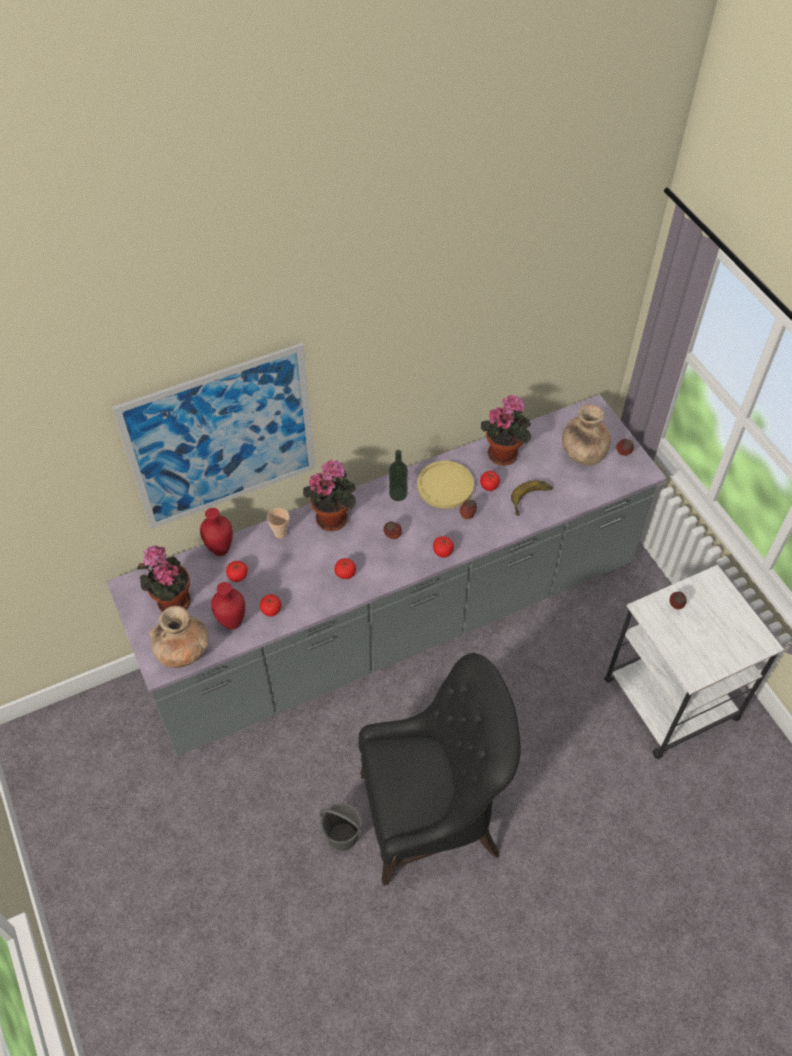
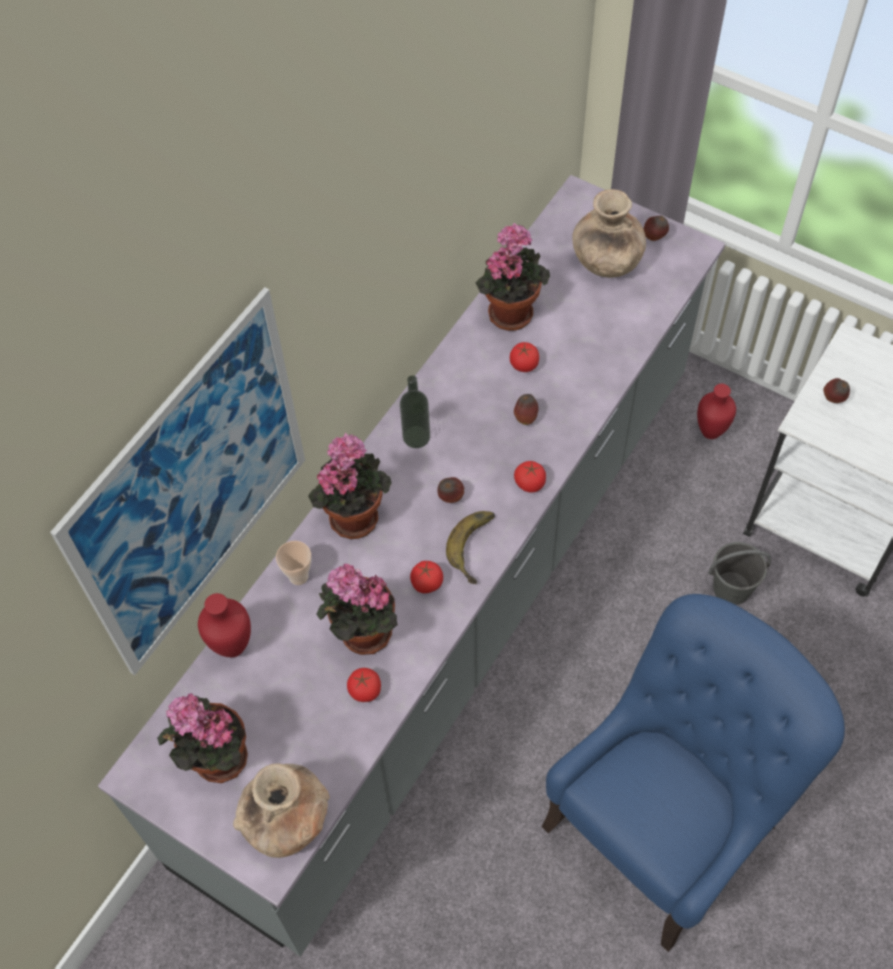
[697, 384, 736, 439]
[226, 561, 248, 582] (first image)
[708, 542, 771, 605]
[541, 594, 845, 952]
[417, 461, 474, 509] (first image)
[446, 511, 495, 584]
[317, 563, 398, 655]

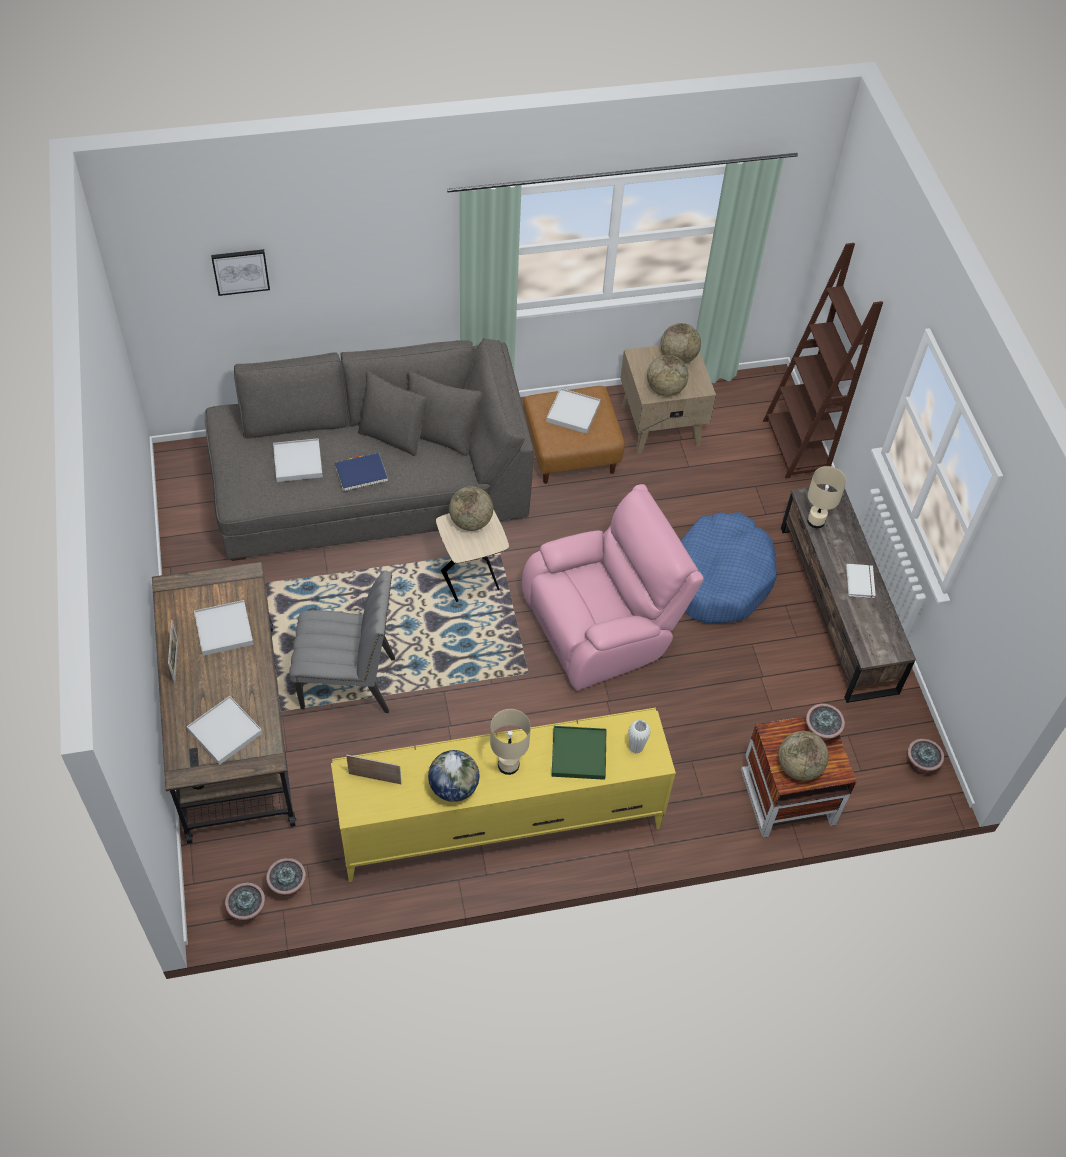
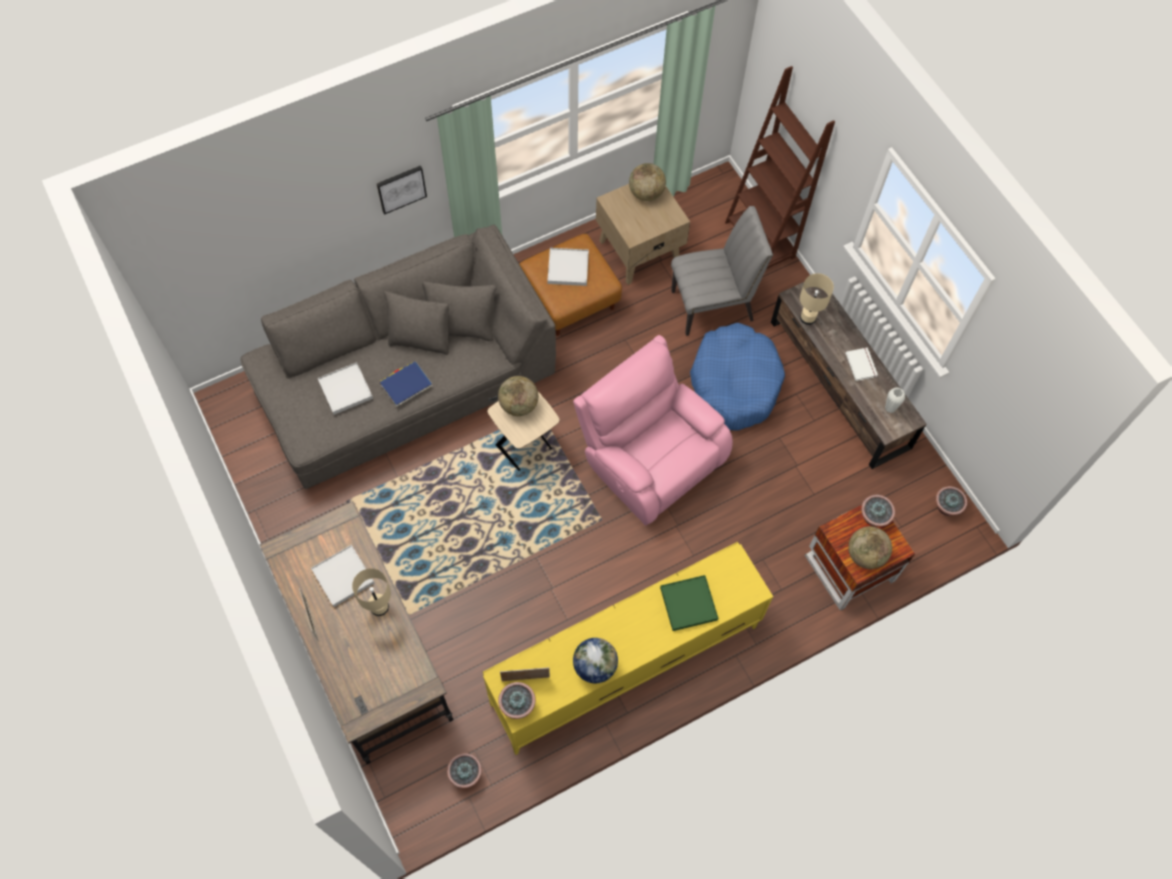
[187, 696, 263, 765] (first image)
[377, 165, 427, 215]
[498, 682, 536, 719]
[671, 206, 773, 336]
[352, 568, 391, 616]
[573, 335, 733, 526]
[885, 387, 905, 413]
[647, 355, 688, 397] (first image)

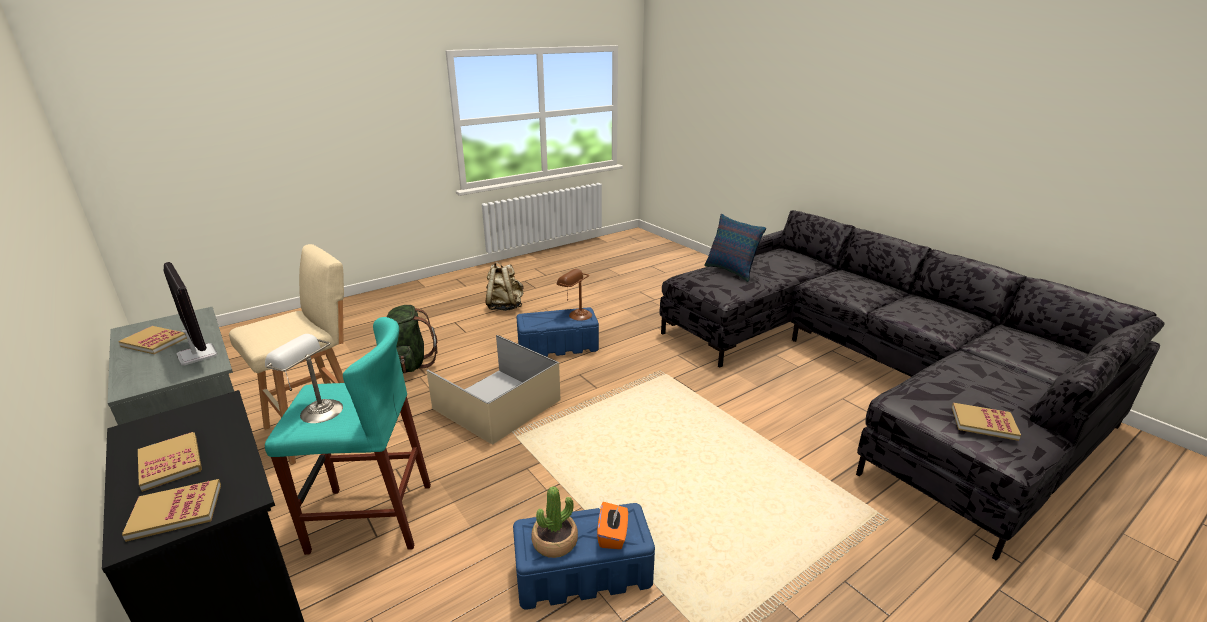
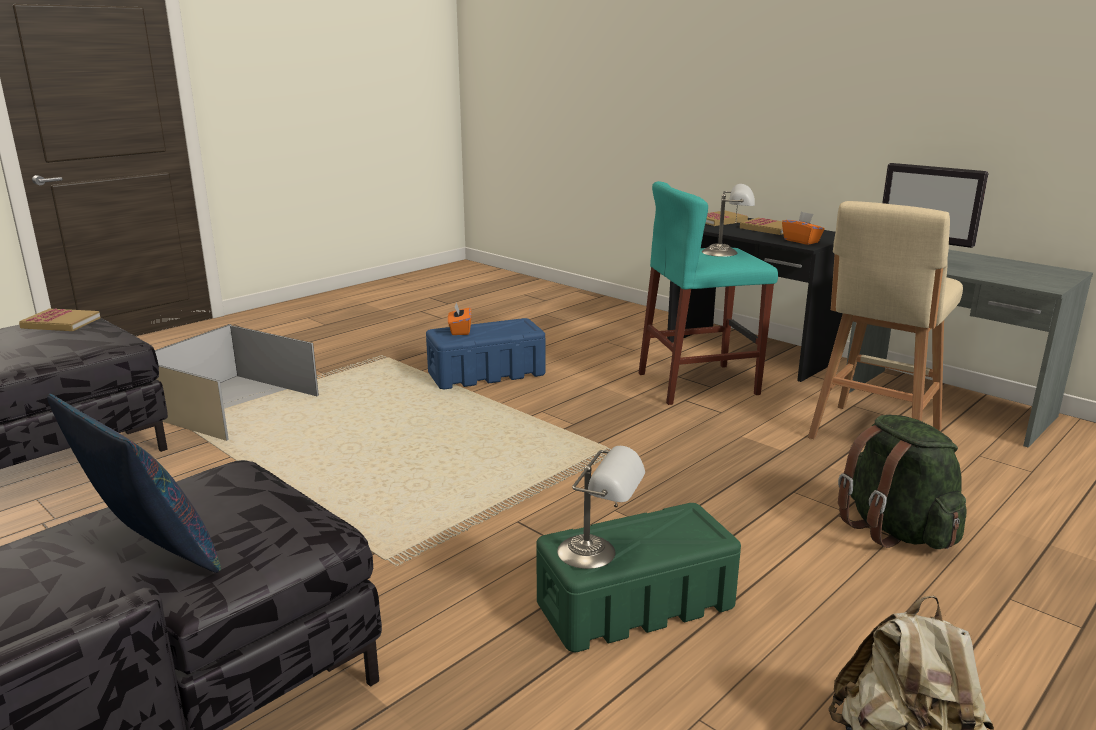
[118, 326, 187, 354] (first image)
[155, 324, 319, 441]
[536, 503, 741, 652]
[531, 486, 578, 558] (first image)
[557, 446, 645, 569]
[782, 212, 825, 245]

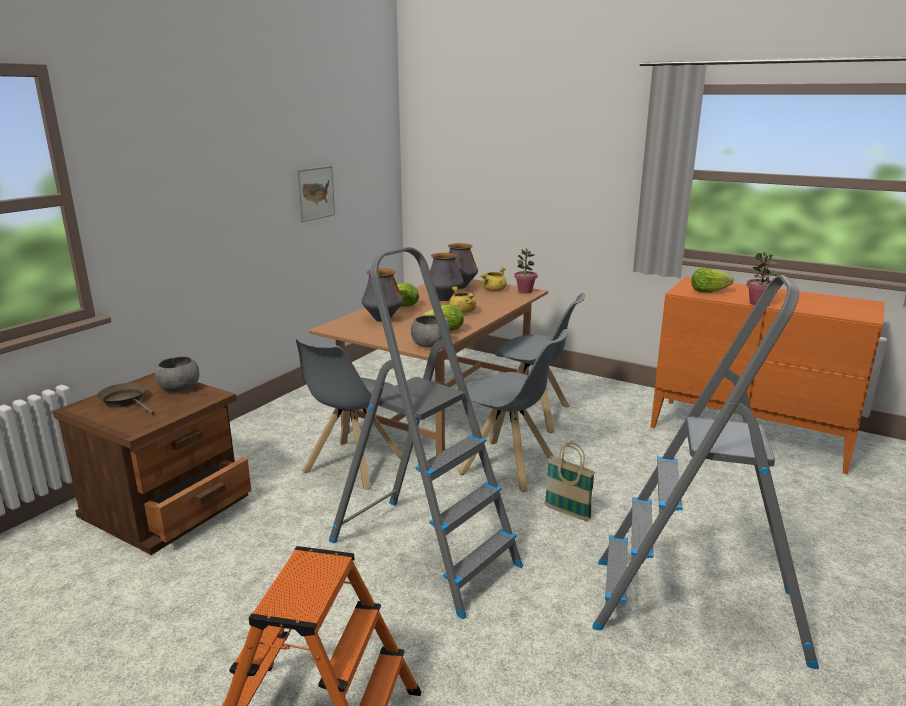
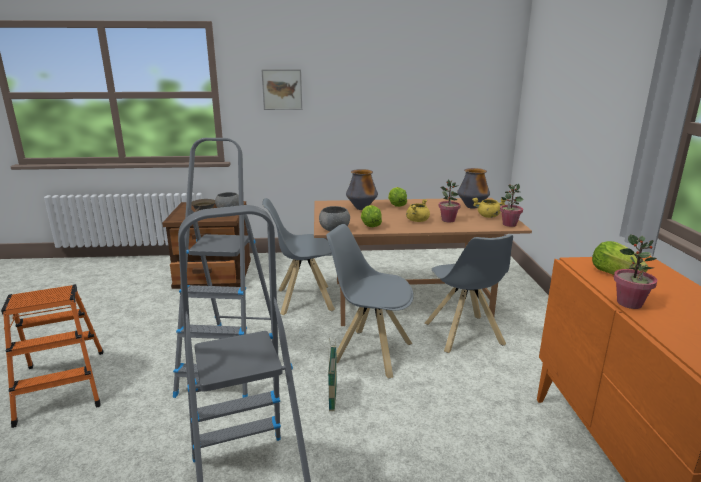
[261, 69, 302, 110]
[430, 253, 464, 301] (first image)
[326, 224, 414, 379]
[438, 180, 461, 222]

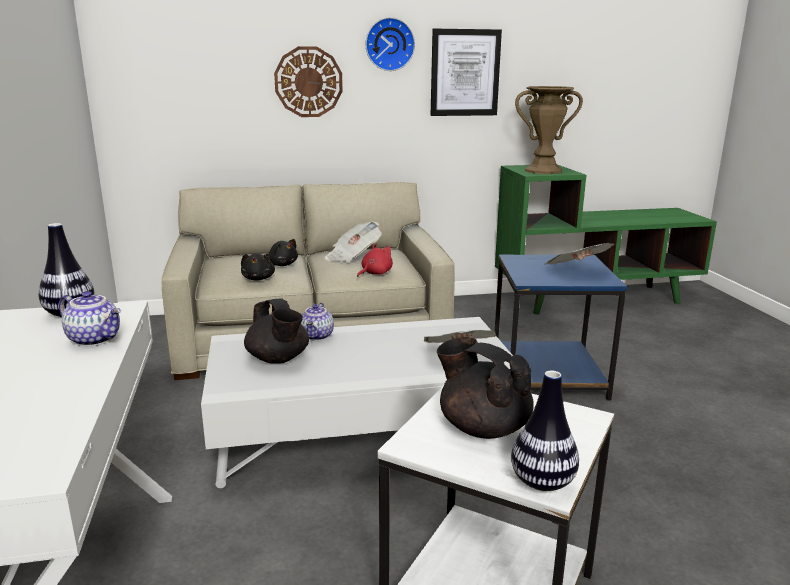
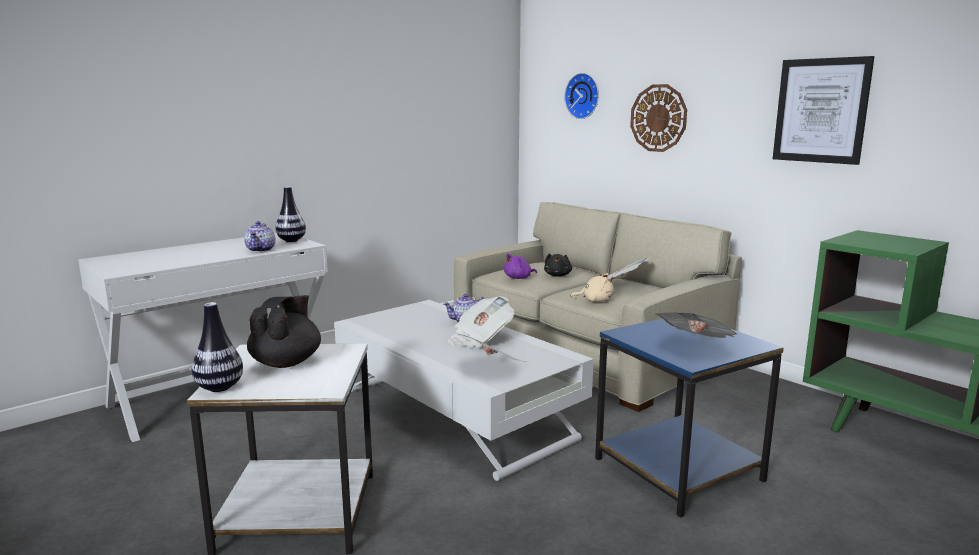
[504, 254, 537, 279]
[244, 299, 309, 364] (first image)
[571, 273, 614, 302]
[564, 73, 599, 119]
[515, 86, 583, 174] (first image)
[447, 296, 515, 347]

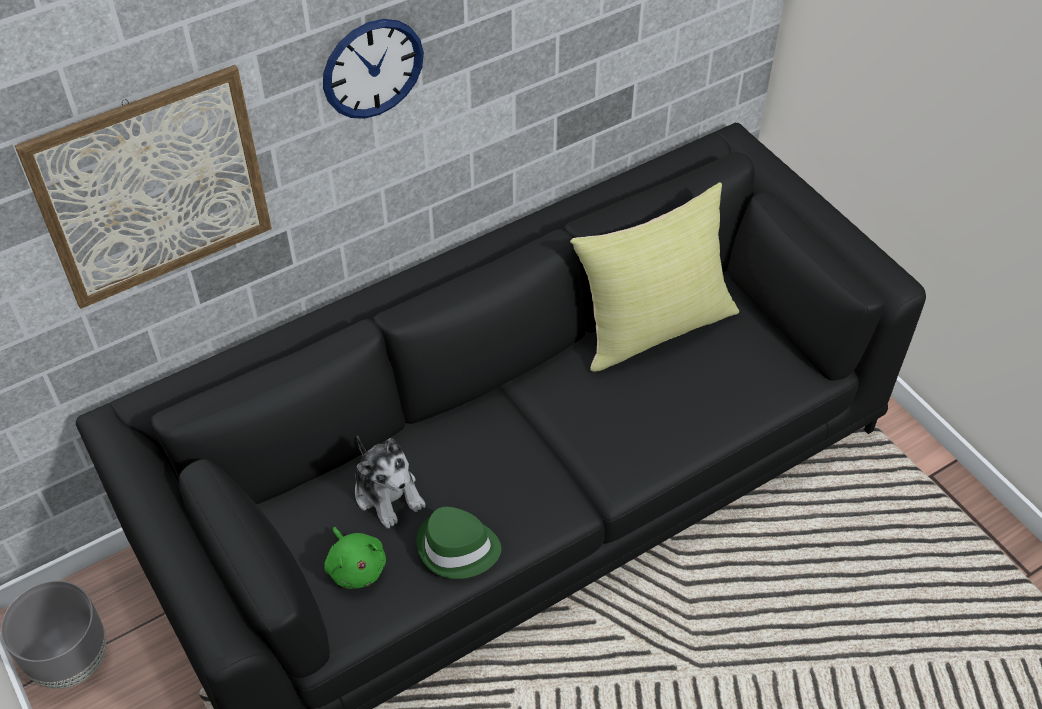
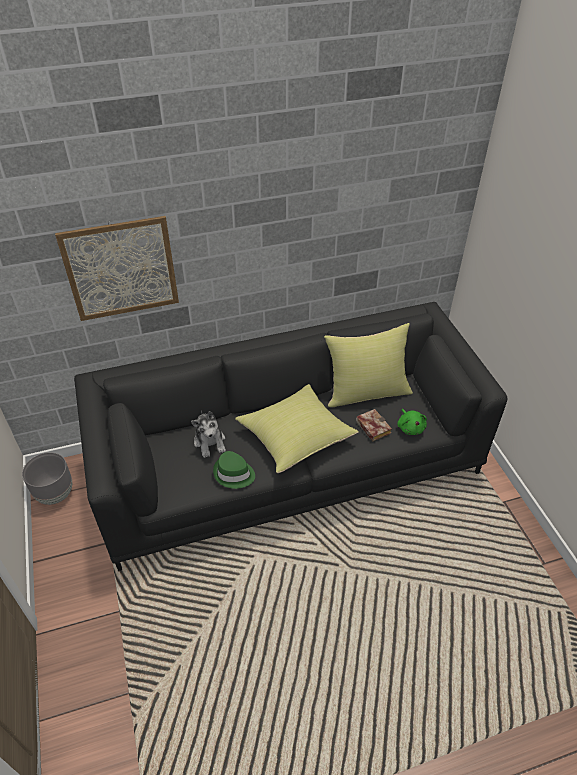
[323, 19, 424, 119] (first image)
[397, 409, 427, 435]
[235, 384, 359, 473]
[356, 409, 392, 441]

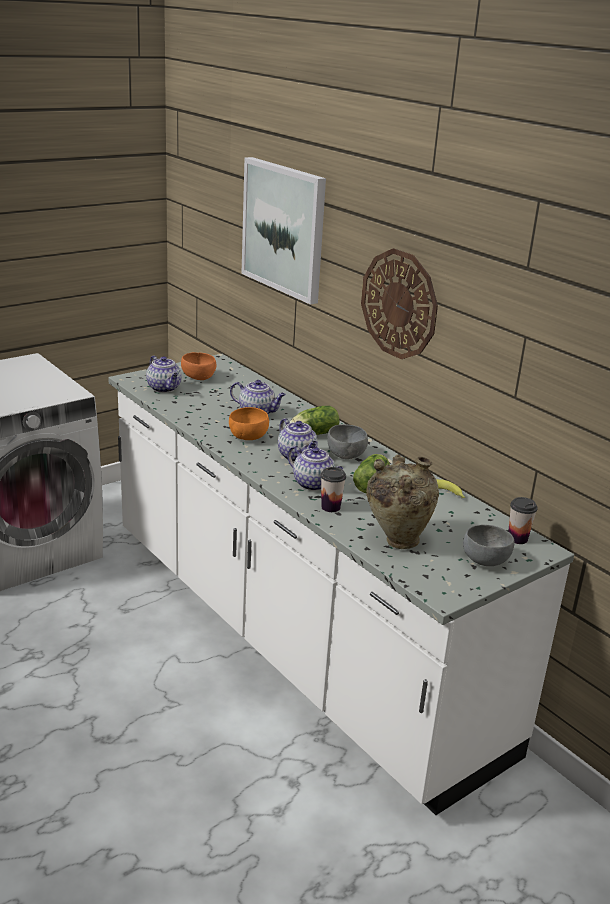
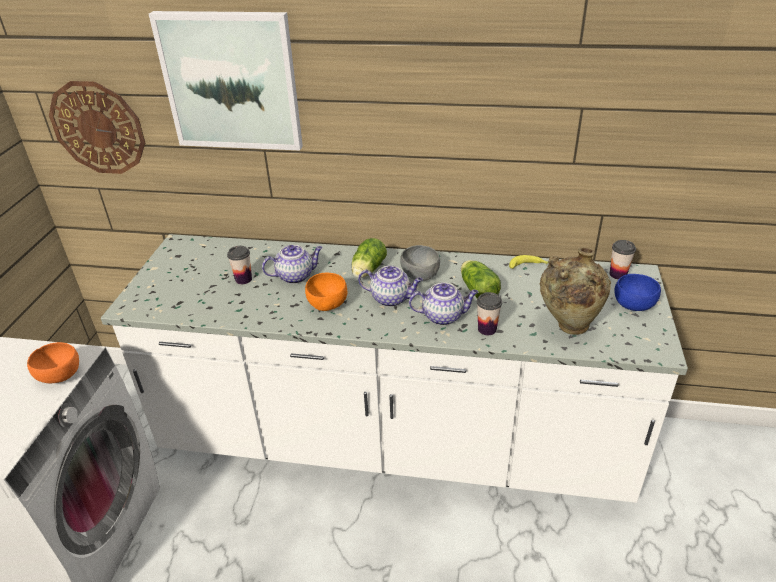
[146, 355, 182, 393] (first image)
[27, 342, 79, 383]
[49, 81, 145, 174]
[614, 274, 661, 311]
[227, 246, 252, 284]

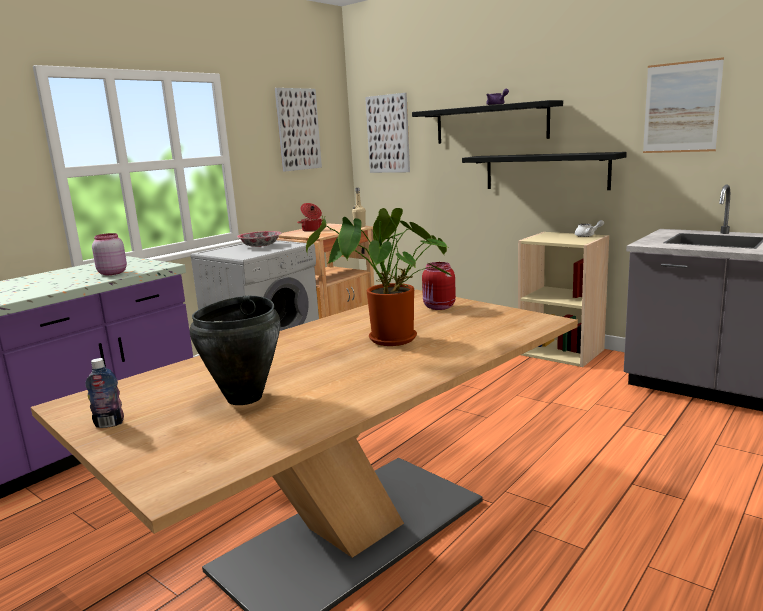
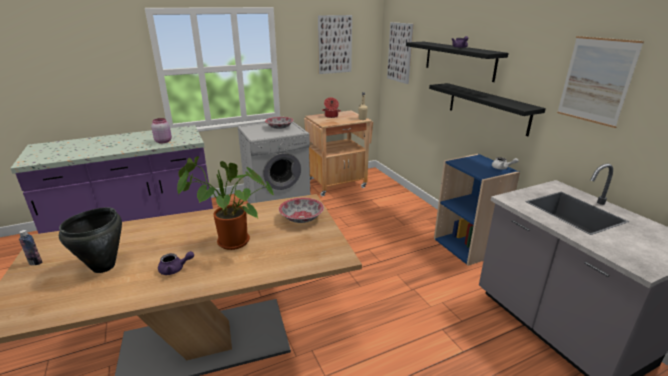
[279, 198, 324, 223]
[434, 154, 520, 266]
[158, 251, 194, 275]

